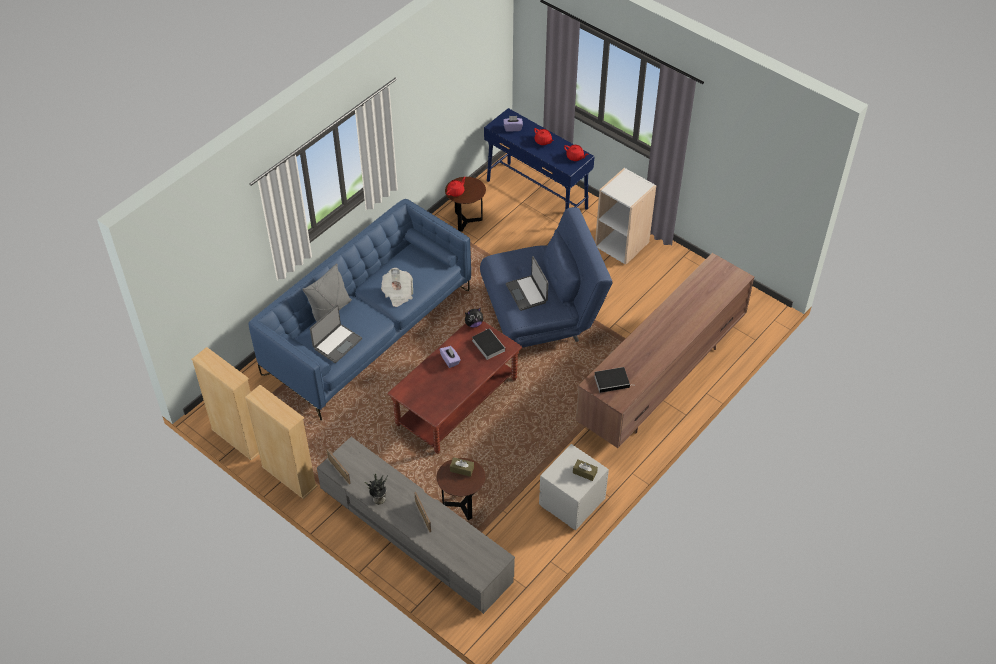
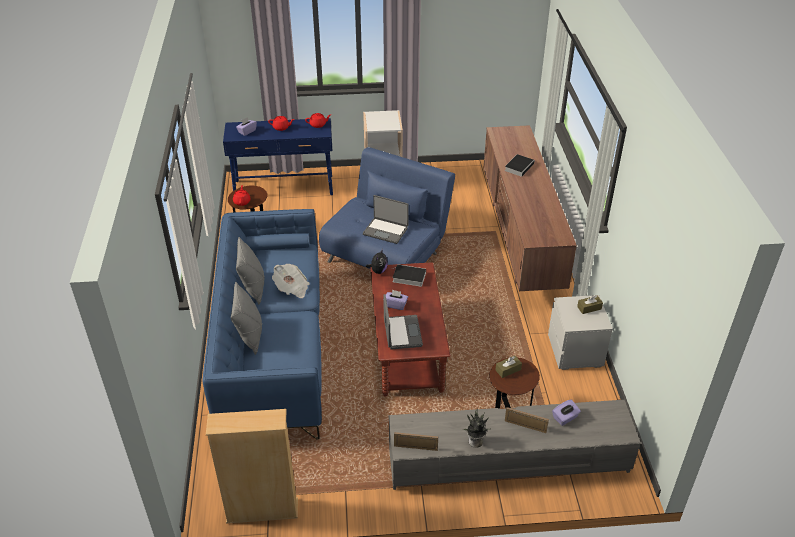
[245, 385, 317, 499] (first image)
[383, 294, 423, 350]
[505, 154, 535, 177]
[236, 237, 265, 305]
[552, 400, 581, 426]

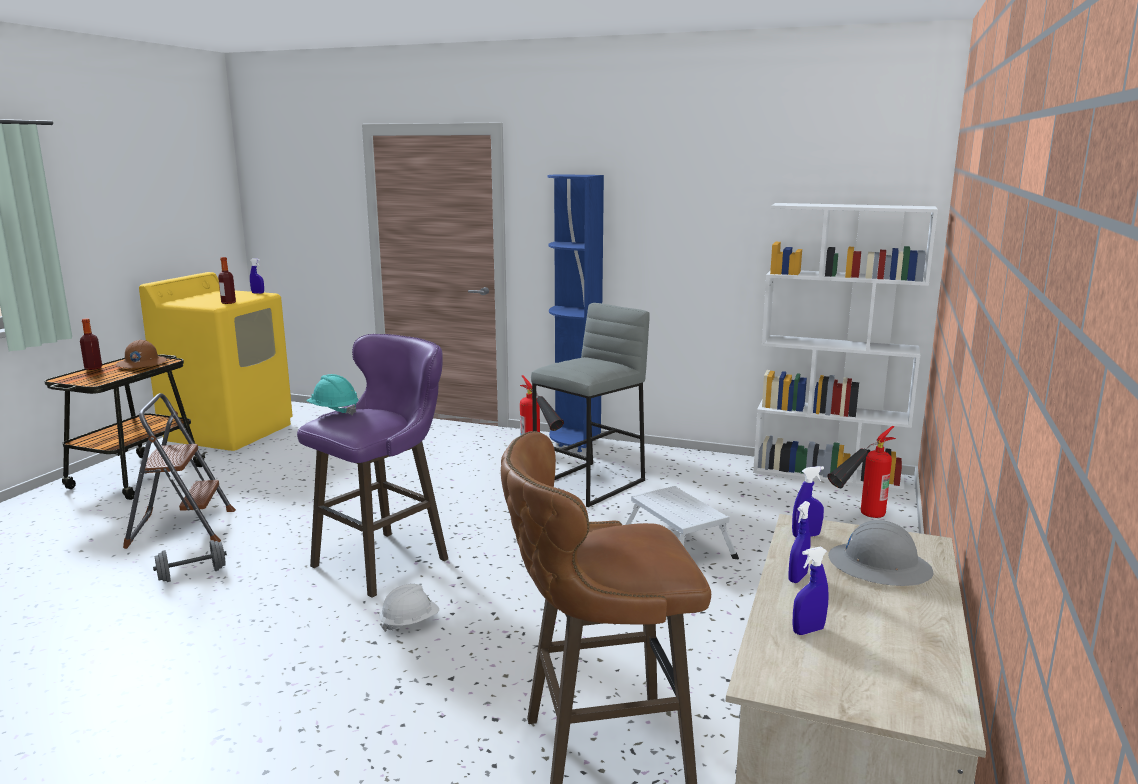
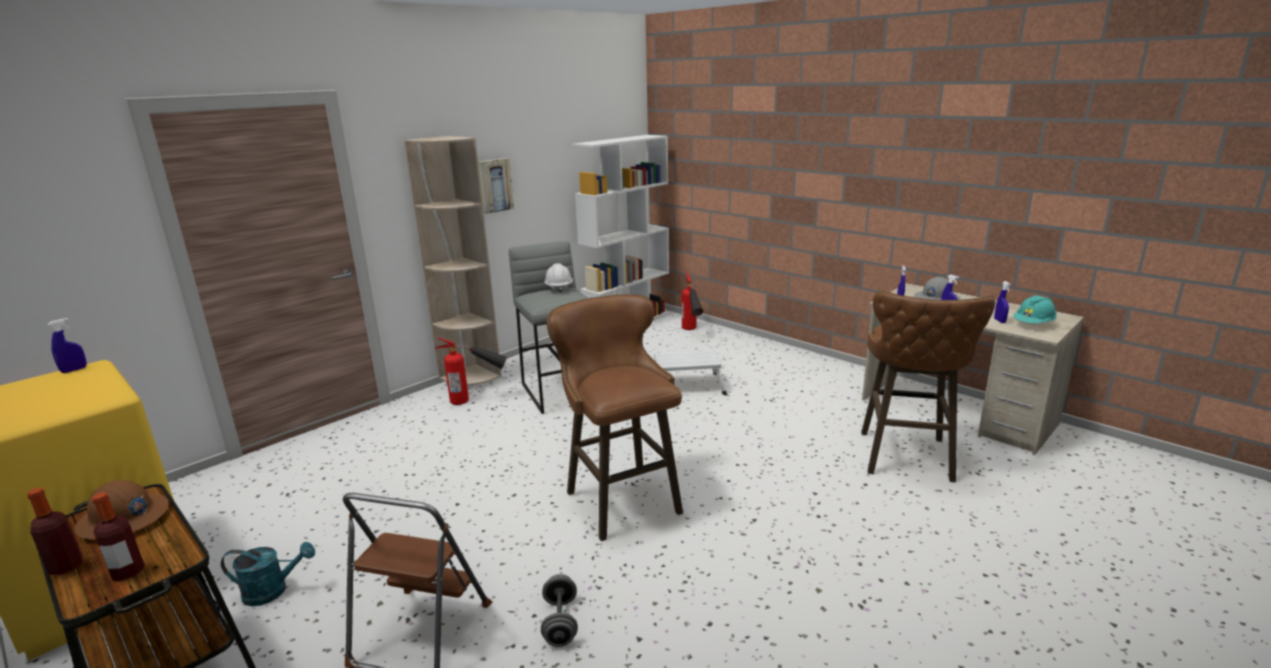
[92, 492, 145, 581]
[547, 294, 683, 541]
[1013, 295, 1057, 324]
[544, 263, 573, 293]
[404, 136, 502, 389]
[221, 542, 315, 606]
[478, 158, 514, 214]

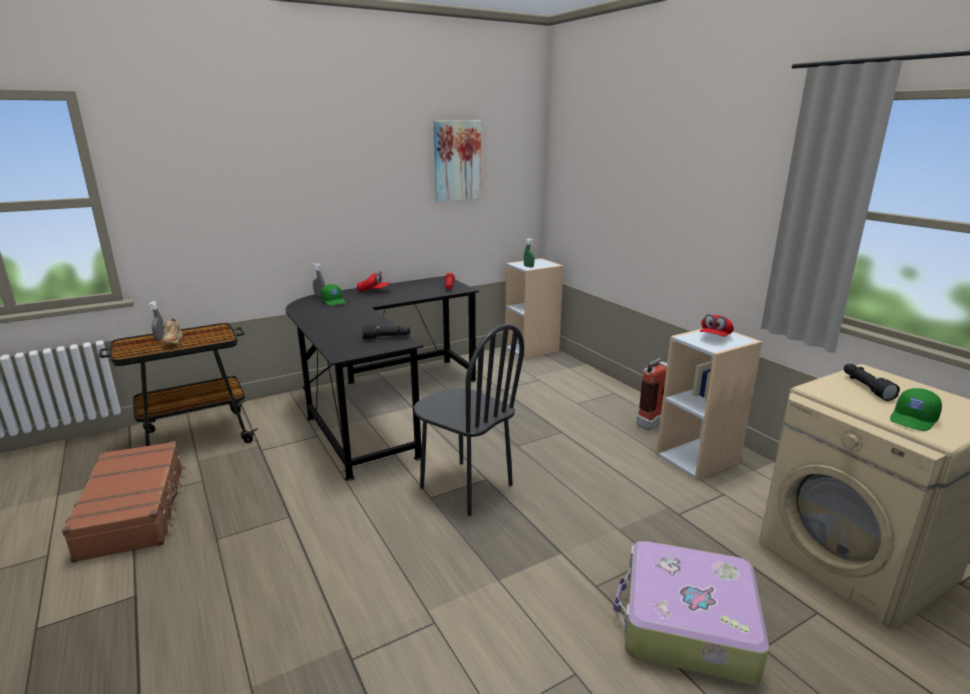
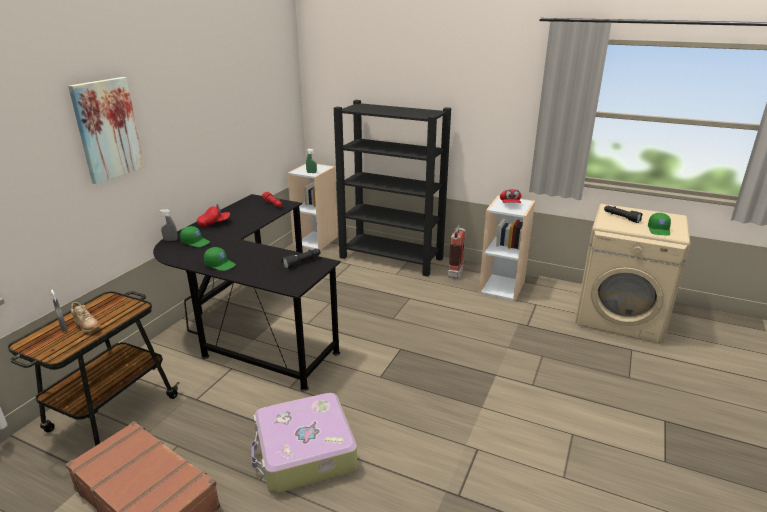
[414, 324, 524, 516] (first image)
[68, 77, 145, 184]
[251, 393, 358, 494]
[204, 247, 236, 271]
[334, 100, 451, 277]

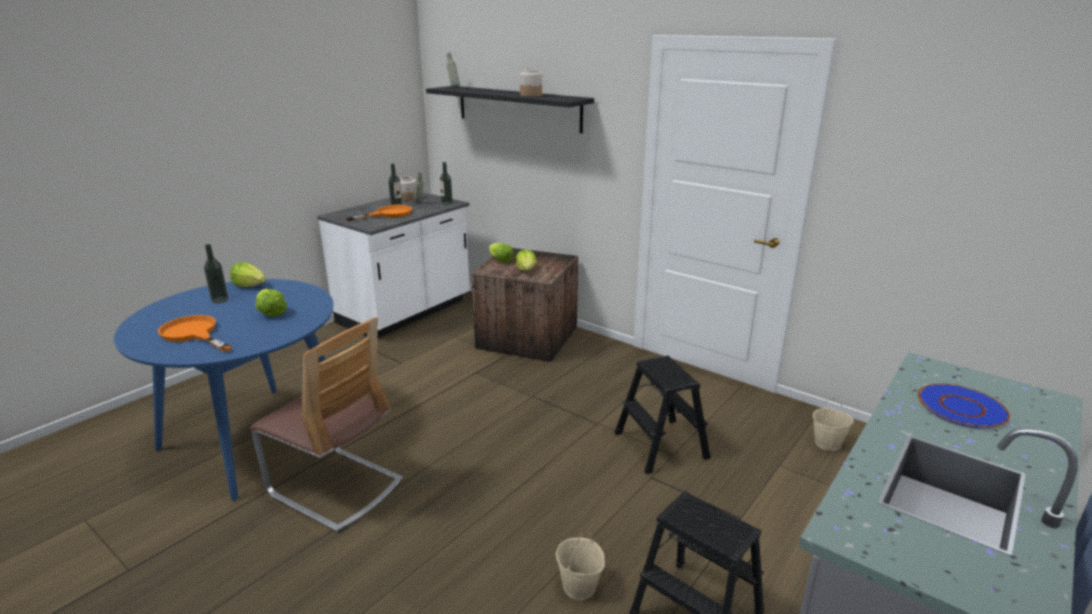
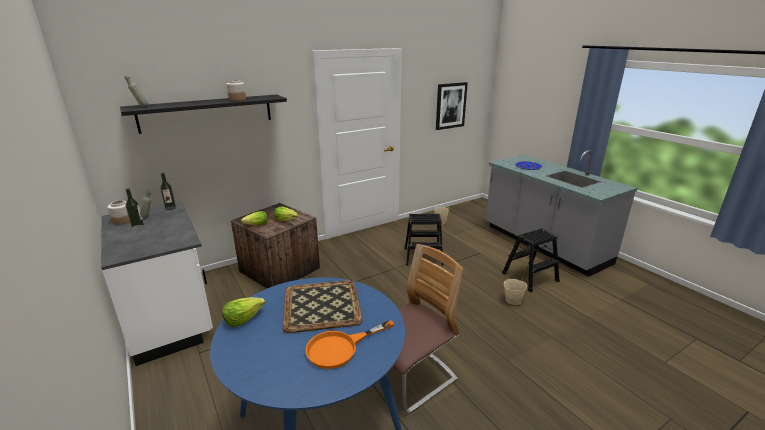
[204, 244, 229, 303] (first image)
[282, 280, 363, 333]
[345, 205, 412, 221] (first image)
[436, 82, 468, 130]

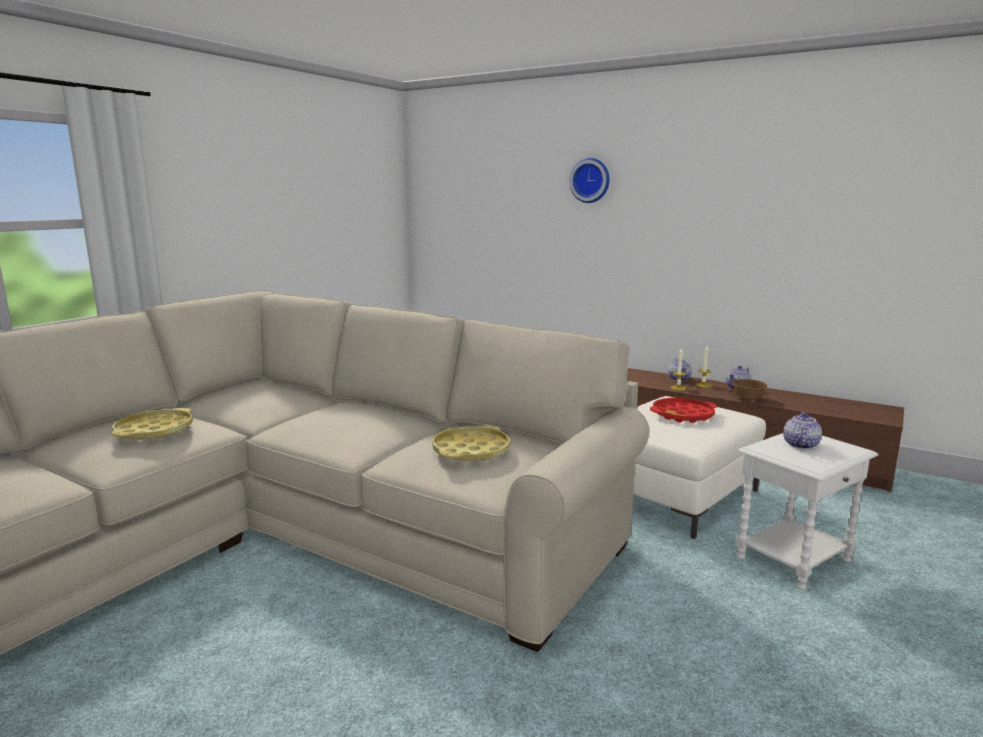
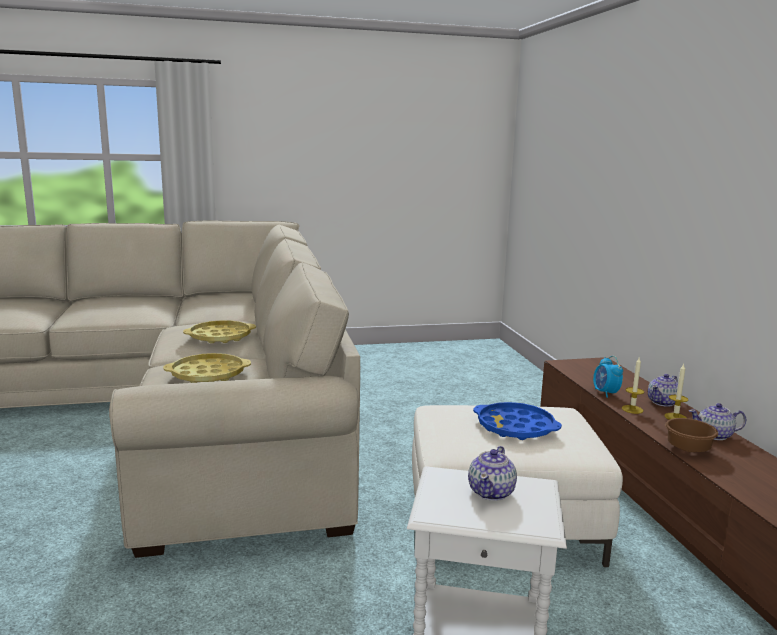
[183, 320, 256, 343]
[569, 158, 610, 203] (first image)
[473, 402, 562, 440]
[468, 446, 517, 501]
[593, 356, 623, 398]

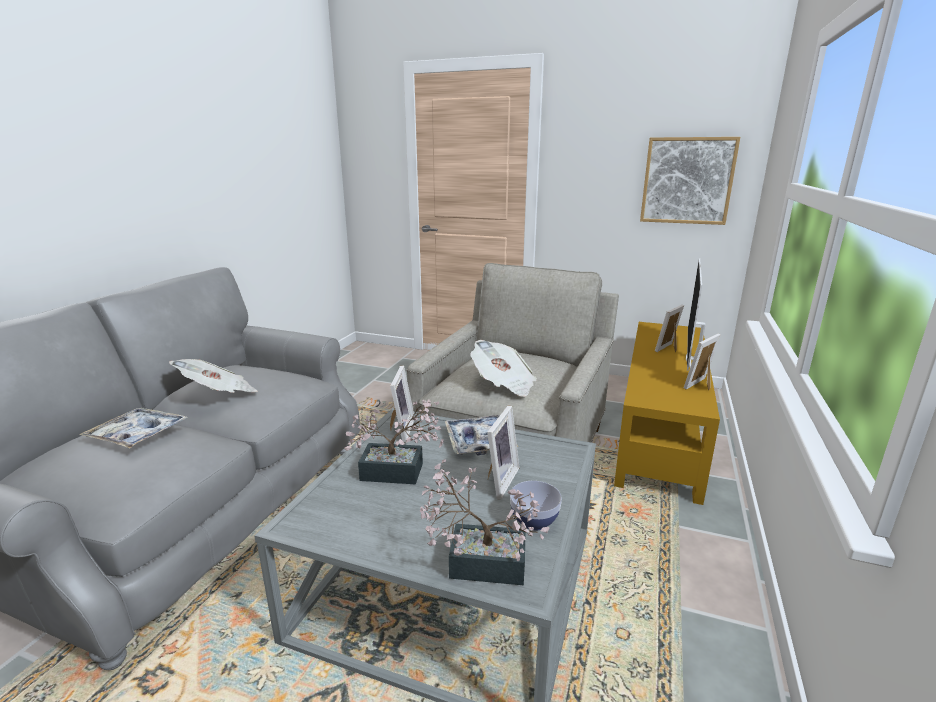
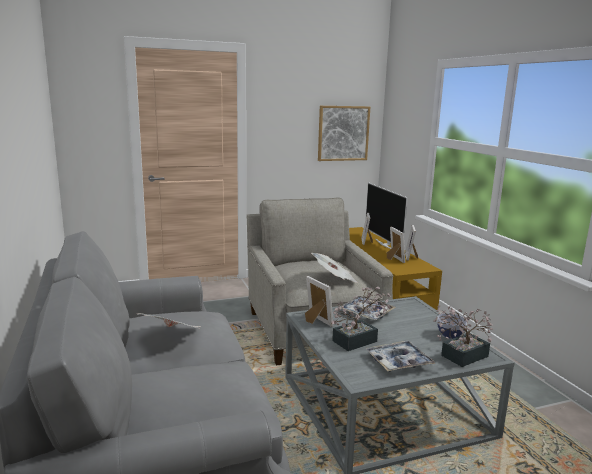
[365, 341, 436, 372]
[387, 227, 405, 263]

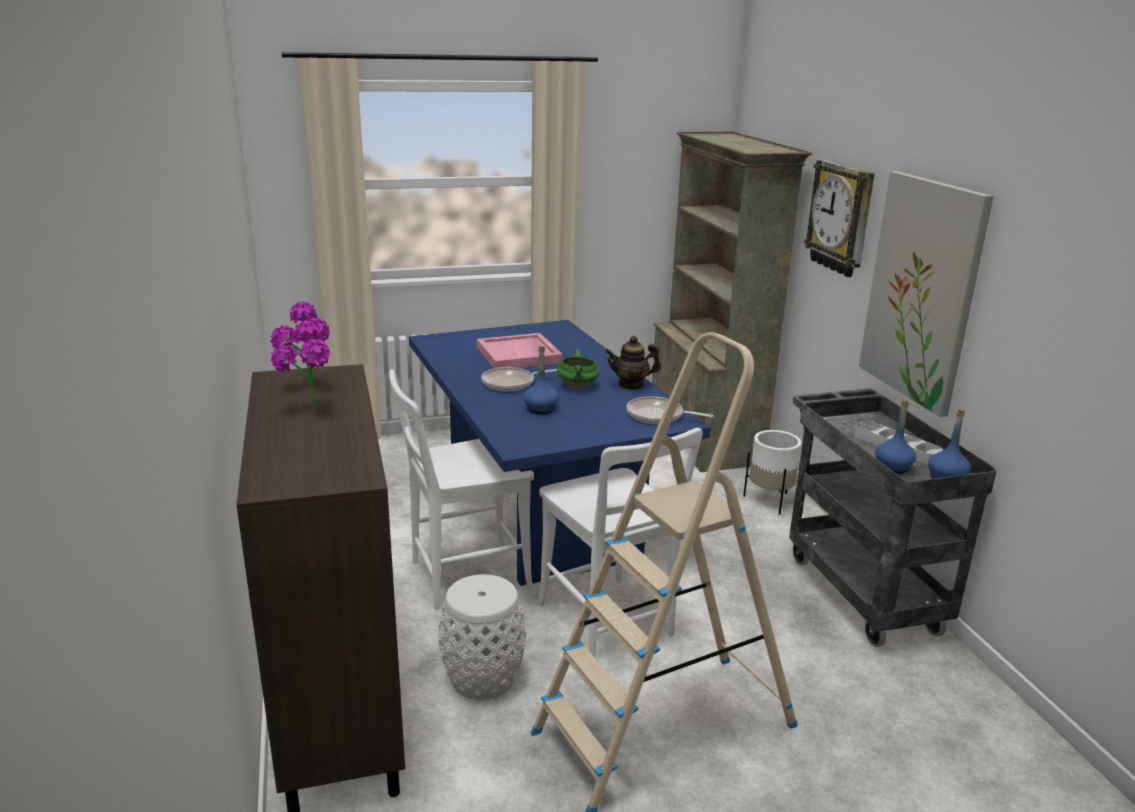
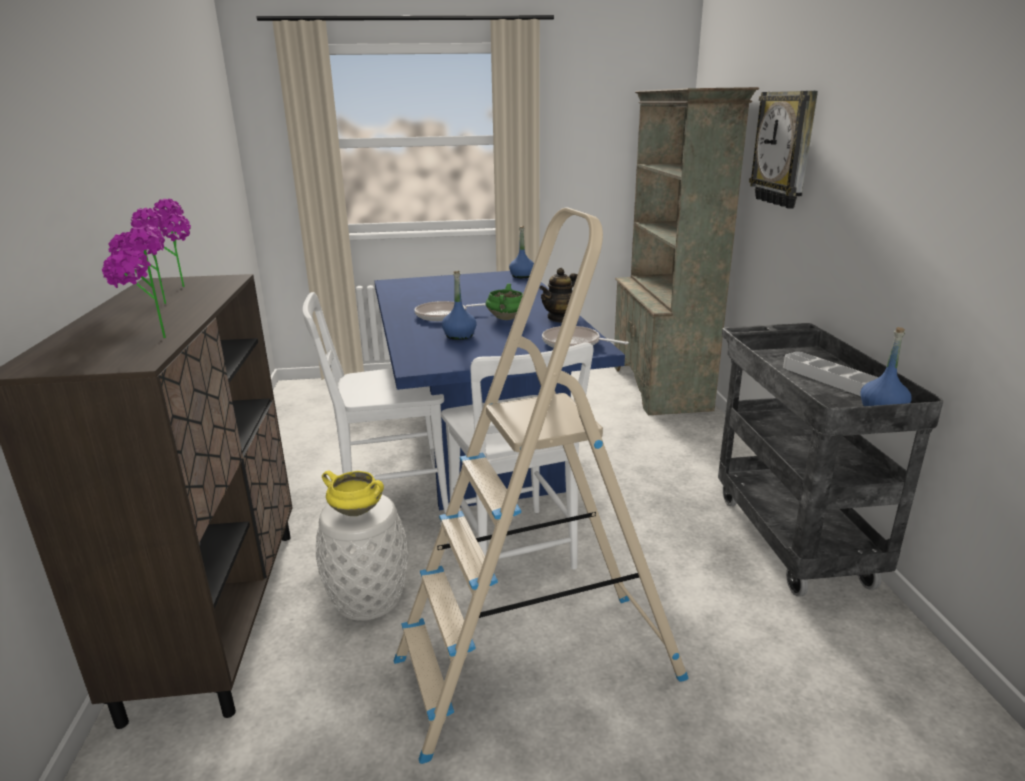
[477, 333, 563, 368] (first image)
[540, 268, 577, 323]
[743, 430, 801, 515] (first image)
[859, 171, 994, 417] (first image)
[509, 226, 534, 278]
[102, 226, 166, 338]
[322, 471, 384, 516]

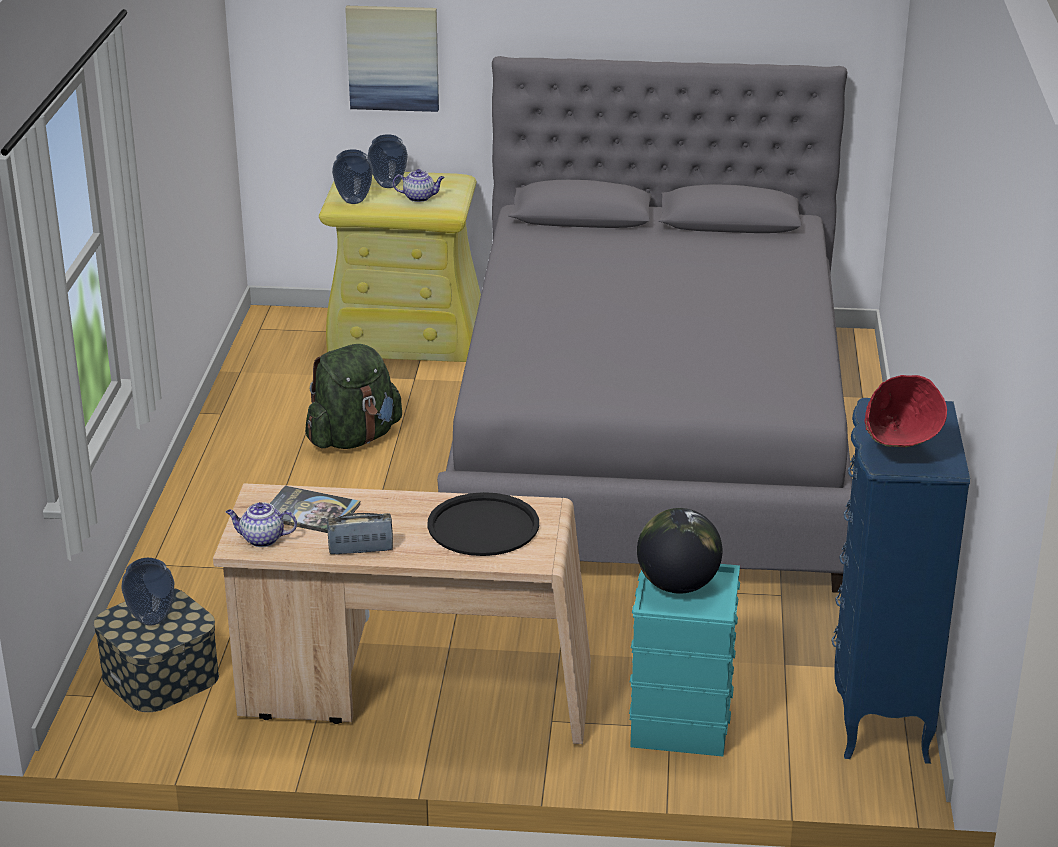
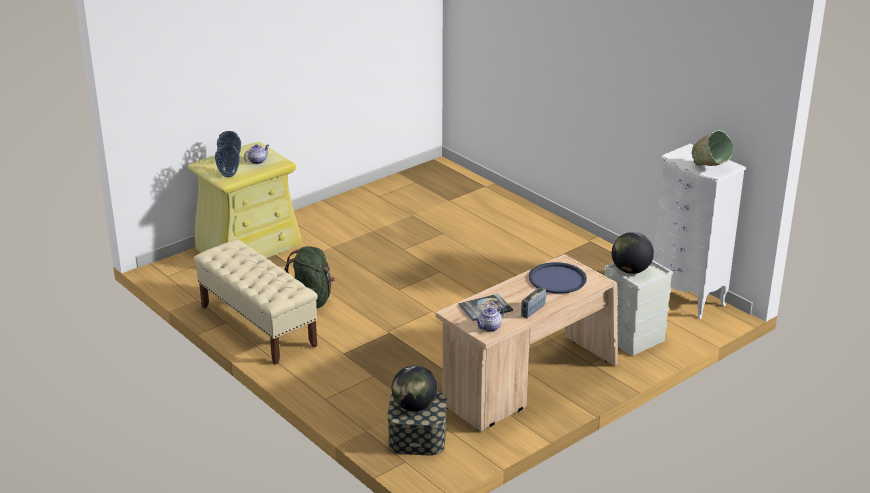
[392, 365, 438, 412]
[345, 6, 439, 112] (first image)
[529, 262, 587, 294]
[437, 56, 852, 593] (first image)
[605, 260, 673, 356]
[653, 144, 746, 319]
[692, 130, 734, 166]
[194, 240, 318, 365]

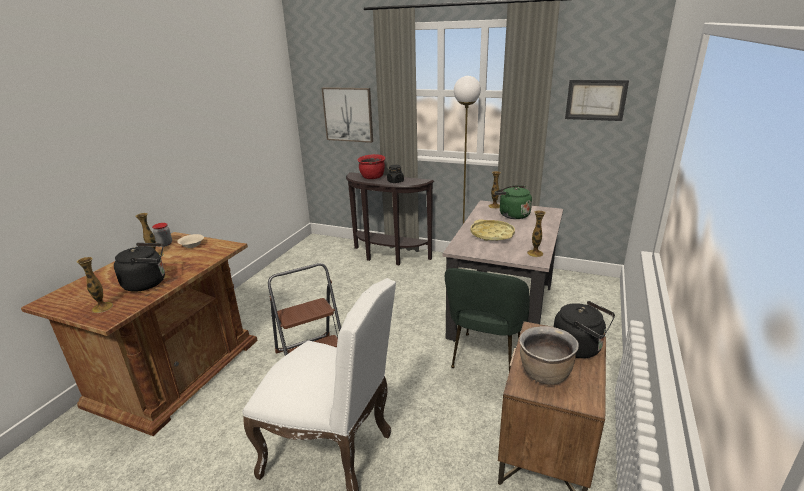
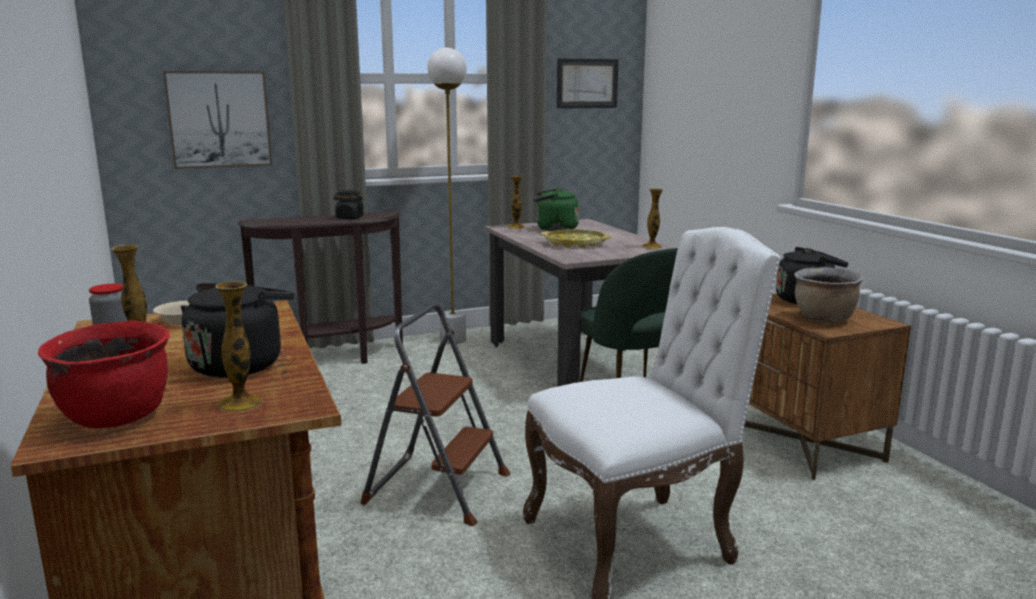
[38, 320, 170, 429]

